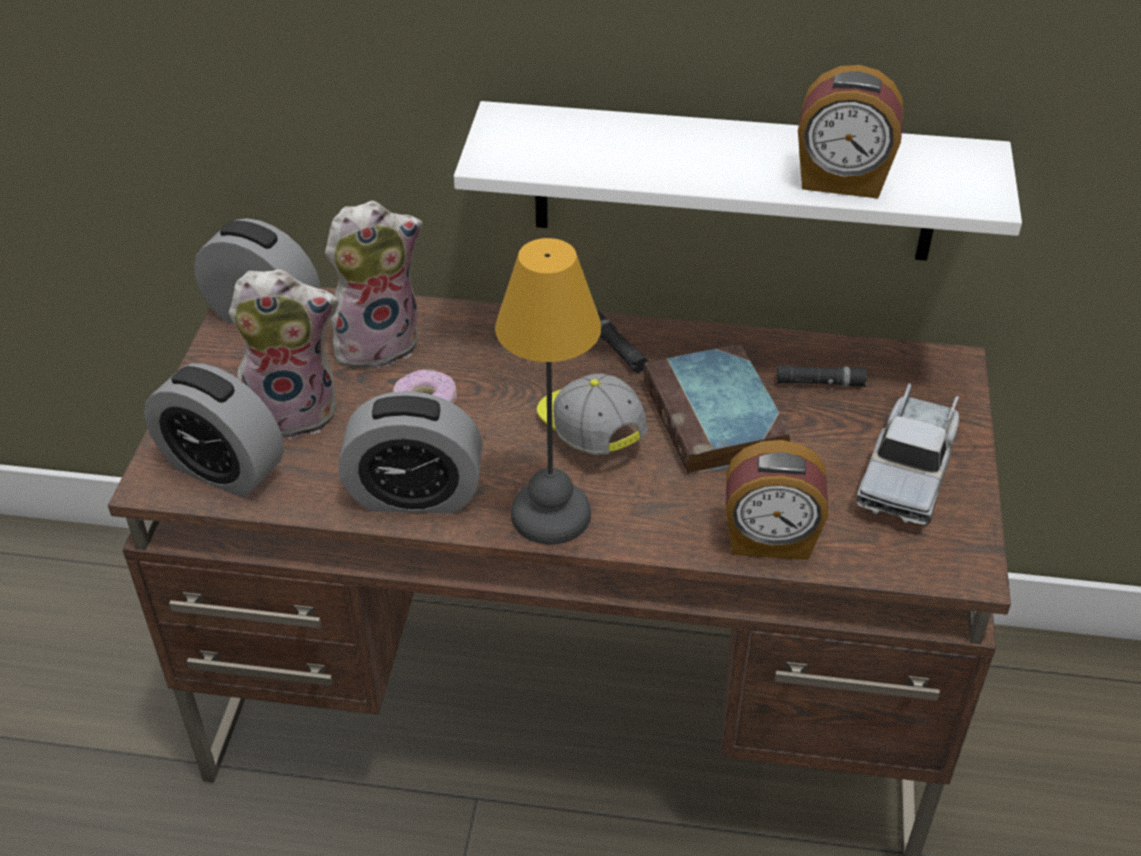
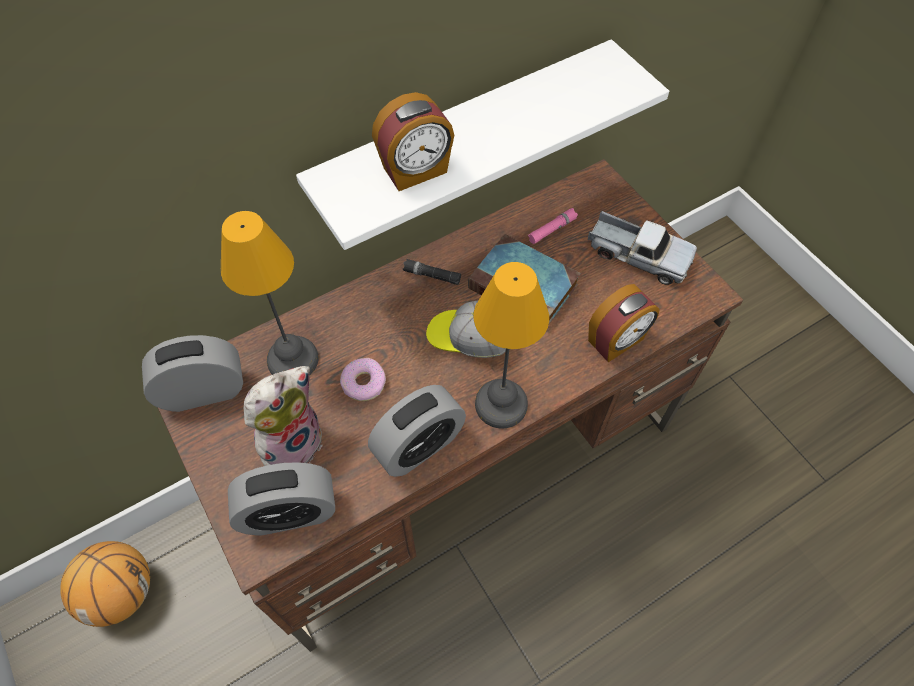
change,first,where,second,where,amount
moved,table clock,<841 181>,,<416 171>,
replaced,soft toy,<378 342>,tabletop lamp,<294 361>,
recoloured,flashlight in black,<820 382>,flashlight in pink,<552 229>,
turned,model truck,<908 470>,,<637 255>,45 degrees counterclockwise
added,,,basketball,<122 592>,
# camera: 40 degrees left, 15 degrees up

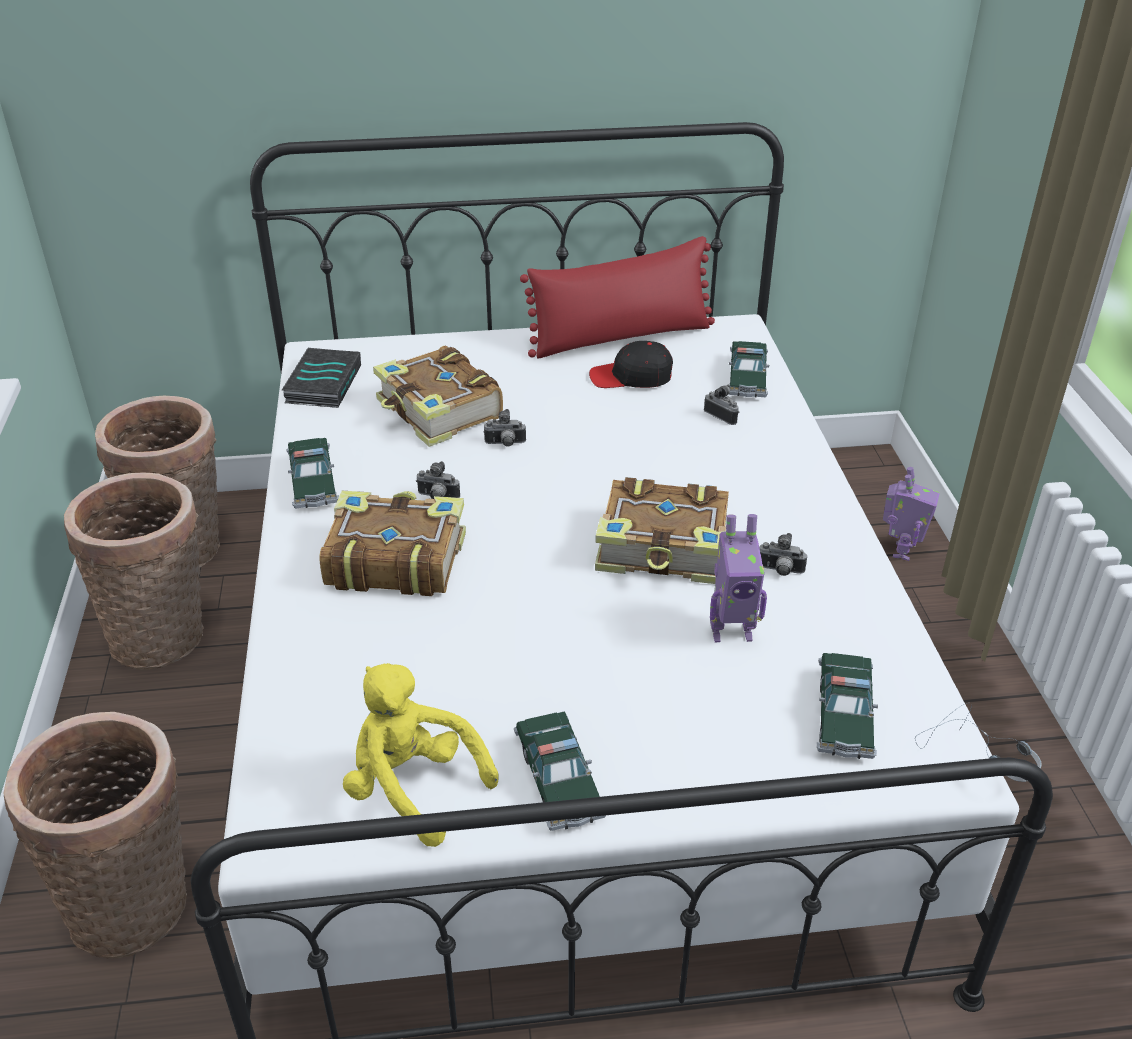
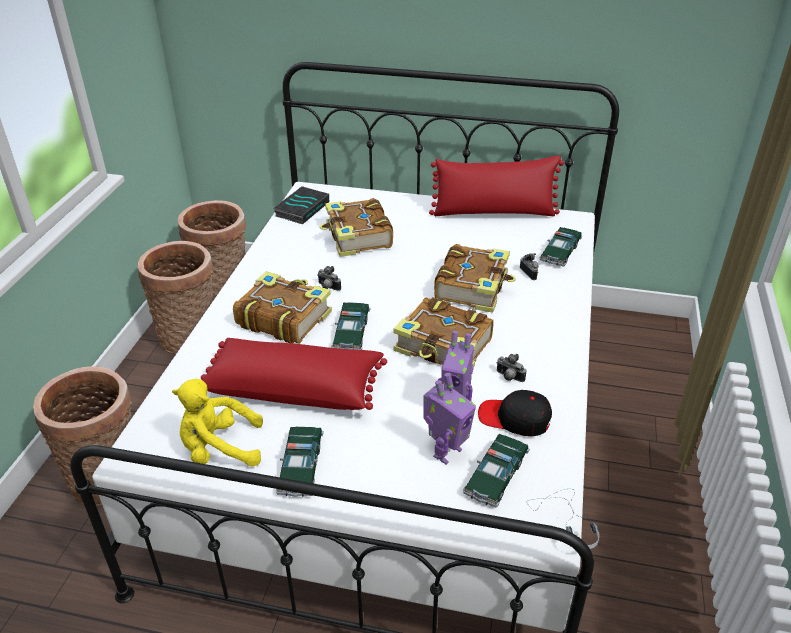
change,first,where,second,where,amount
moved,baseball cap in black,<631 377>,,<514 419>,
removed,still camera,<505 444>,,,
moved,miniature car,<313 482>,,<351 333>,
moved,robot figure,<900 551>,,<446 452>,
turned,soft toy in yellow,<413 788>,,<219 449>,60 degrees counterclockwise
added,,,book,<473 287>,
added,,,pillow in reddish,<294 388>,
# camera: 20 degrees right, 0 degrees up

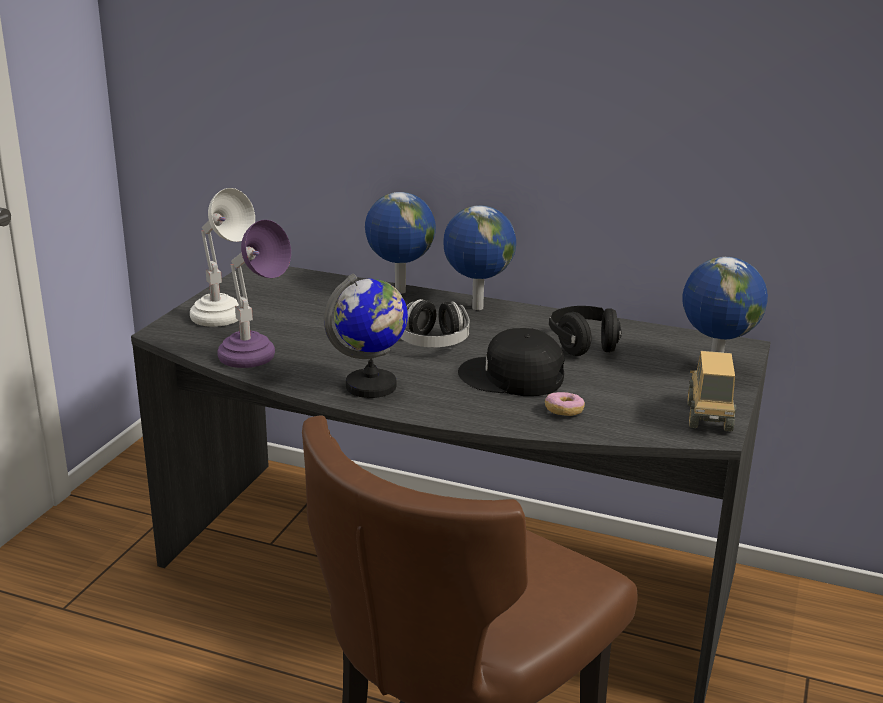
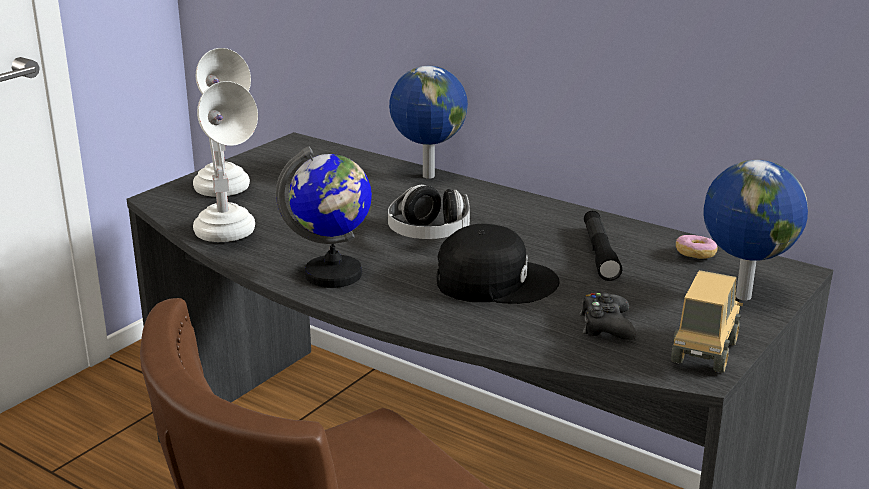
change,first,where,second,where,amount
removed,desk globe,<476 308>,,,
recoloured,tabletop lamp in purplish,<255 363>,tabletop lamp in white,<229 238>,
replaced,headphones in black,<584 345>,flashlight in black,<599 253>,
turned,baseball cap in black,<512 377>,,<495 281>,150 degrees clockwise
moved,donut,<564 412>,,<695 255>,
added,,,gamepad in black,<606 326>,
# camera: 15 degrees right, 0 degrees up

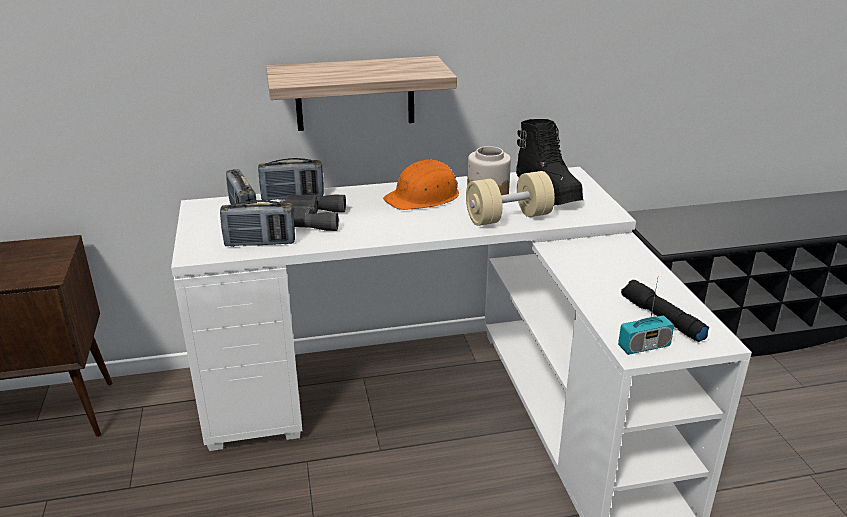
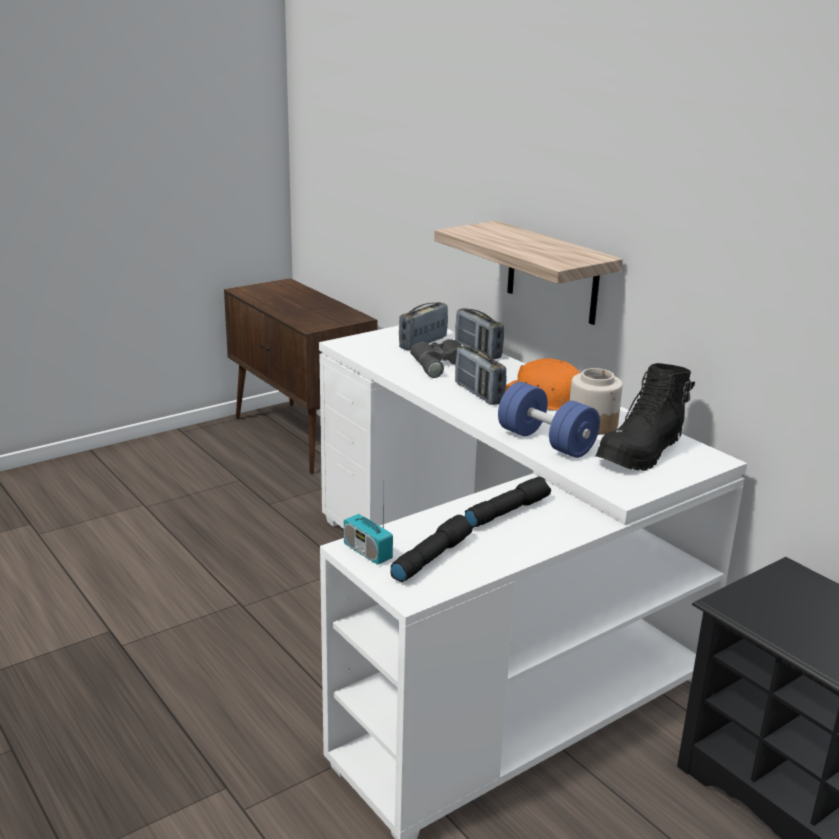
change,first,where,second,where,amount
recoloured,dumbbell in sand-coloured,<508 218>,dumbbell in bluish,<546 442>,
moved,radio set,<260 243>,,<478 393>,
added,,,flashlight in black,<506 511>,
# camera: 65 degrees right, 5 degrees down

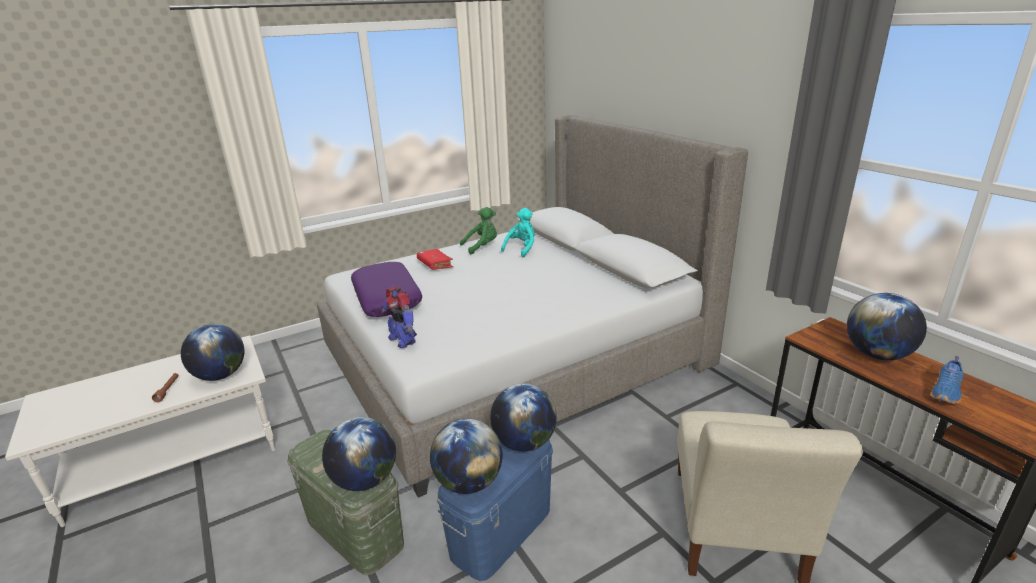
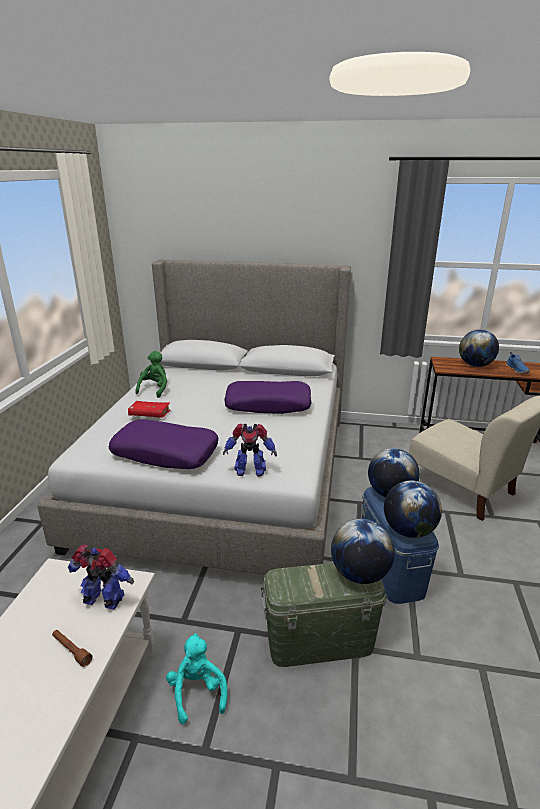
change,first,where,second,where,amount
moved,soft toy in turquoise-coloured,<521 249>,,<197 692>,
replaced,desk globe,<220 375>,robot figure,<104 601>,
added,,,pillow in purplish,<268 405>,
# camera: 50 degrees left, 0 degrees up

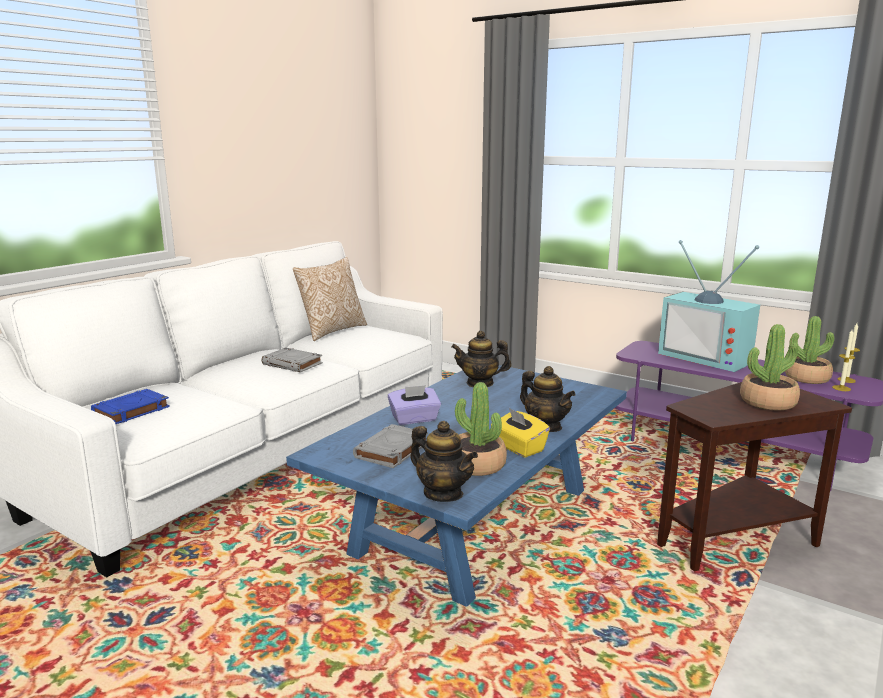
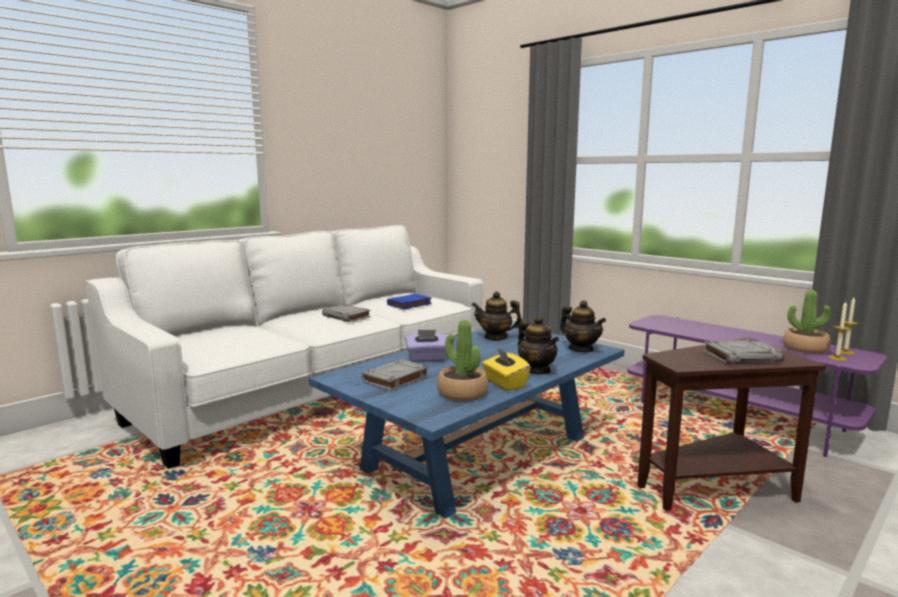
change,first,where,second,where,amount
removed,TV,<707 357>,,,
removed,pillow,<332 331>,,,
replaced,potted plant,<767 402>,book in gray,<742 357>,
moved,book in bluish,<131 411>,,<409 304>,
moved,pot for tea,<443 493>,,<581 349>,
# camera: 10 degrees right, 5 degrees down

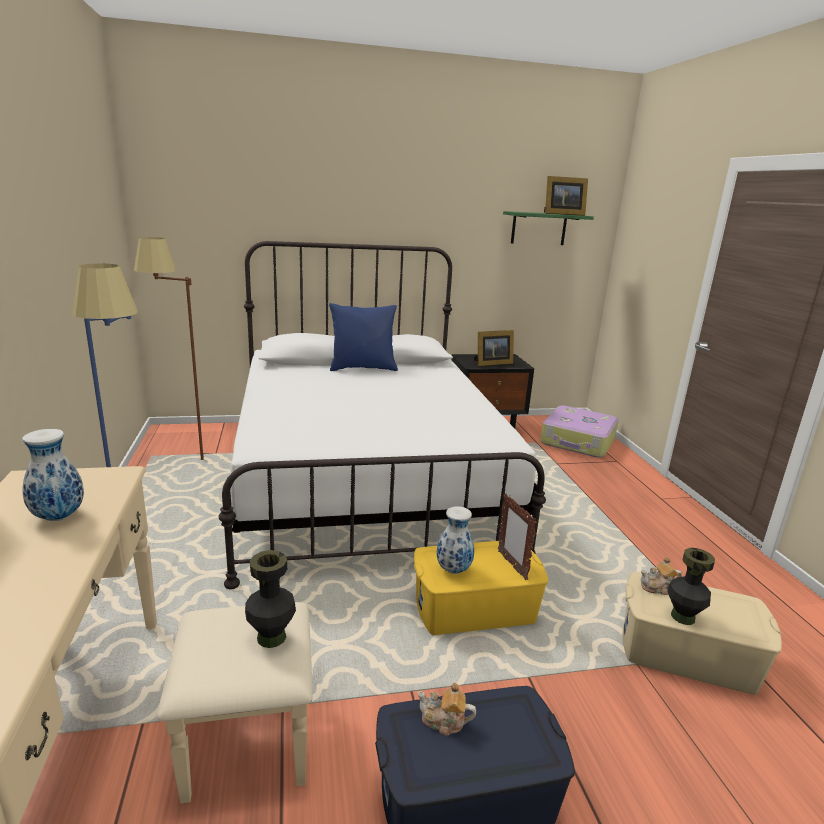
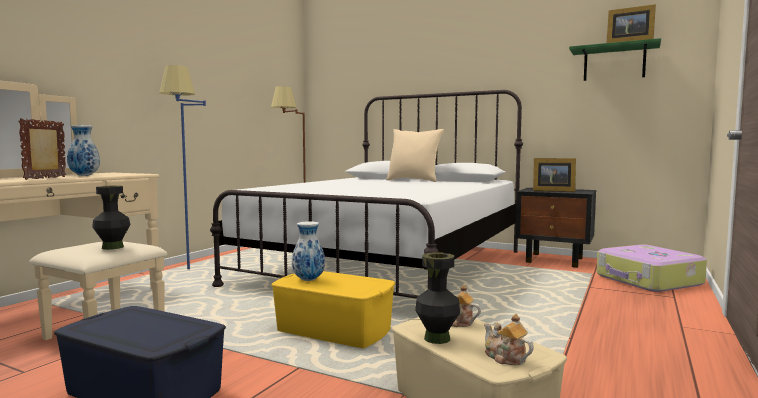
change,first,where,second,where,amount
recoloured,pillow in bluish,<363 368>,pillow in sand-coloured,<413 180>,
moved,photo frame,<512 565>,,<46 178>,
moved,pot for tea,<444 721>,,<505 358>,
# camera: 40 degrees right, 15 degrees down

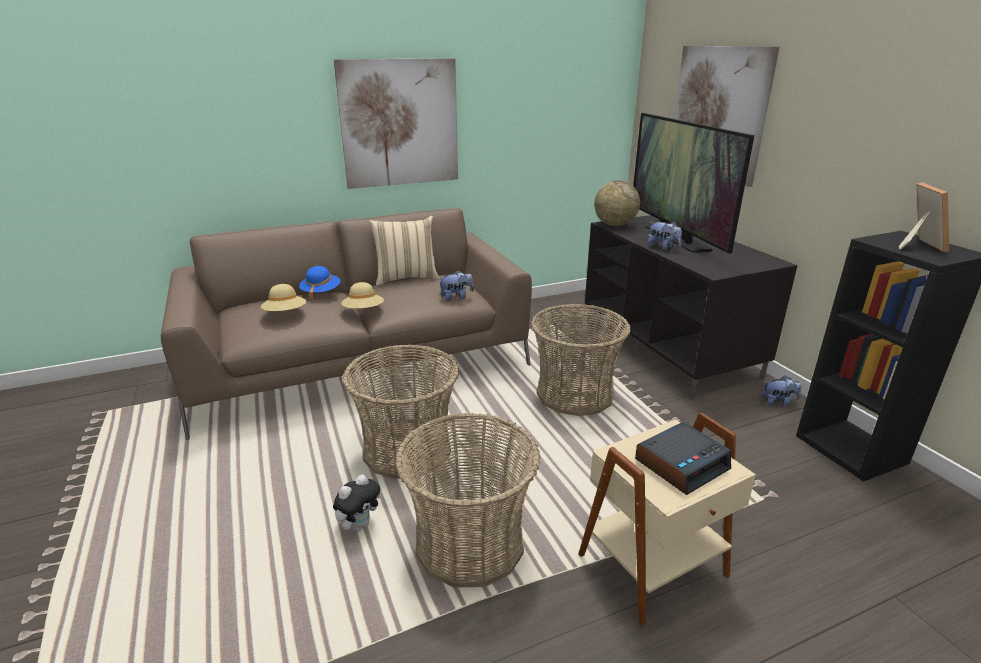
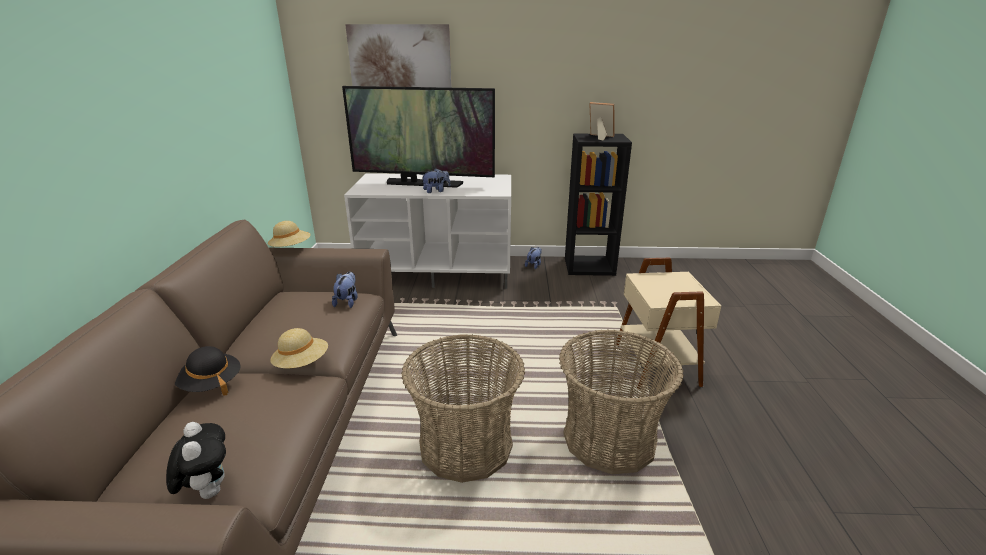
change,first,where,second,where,amount
removed,wall art,<400 123>,,,
removed,desk globe,<614 225>,,,
recoloured,tv stand in black,<669 347>,tv stand in white,<439 271>,
removed,pillow in sand-coloured,<406 278>,,,
recoloured,clothing hat in bluish,<321 292>,clothing hat in black,<210 384>,
moved,clothing hat in sand-coloured,<285 314>,,<291 248>,
removed,basket,<575 394>,,,
removed,table clock,<681 464>,,,
moved,soft toy,<359 525>,,<208 491>,
# camera: 65 degrees left, 0 degrees up

